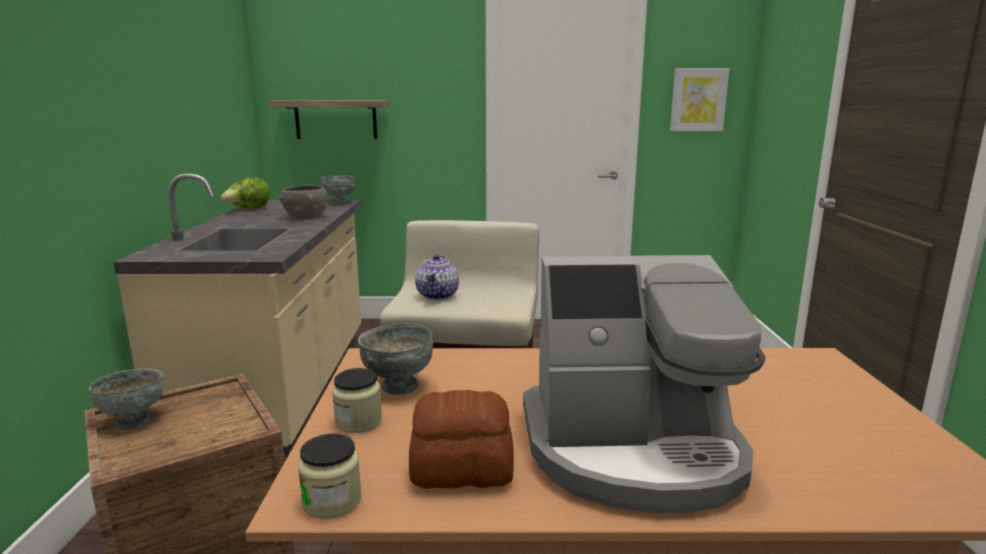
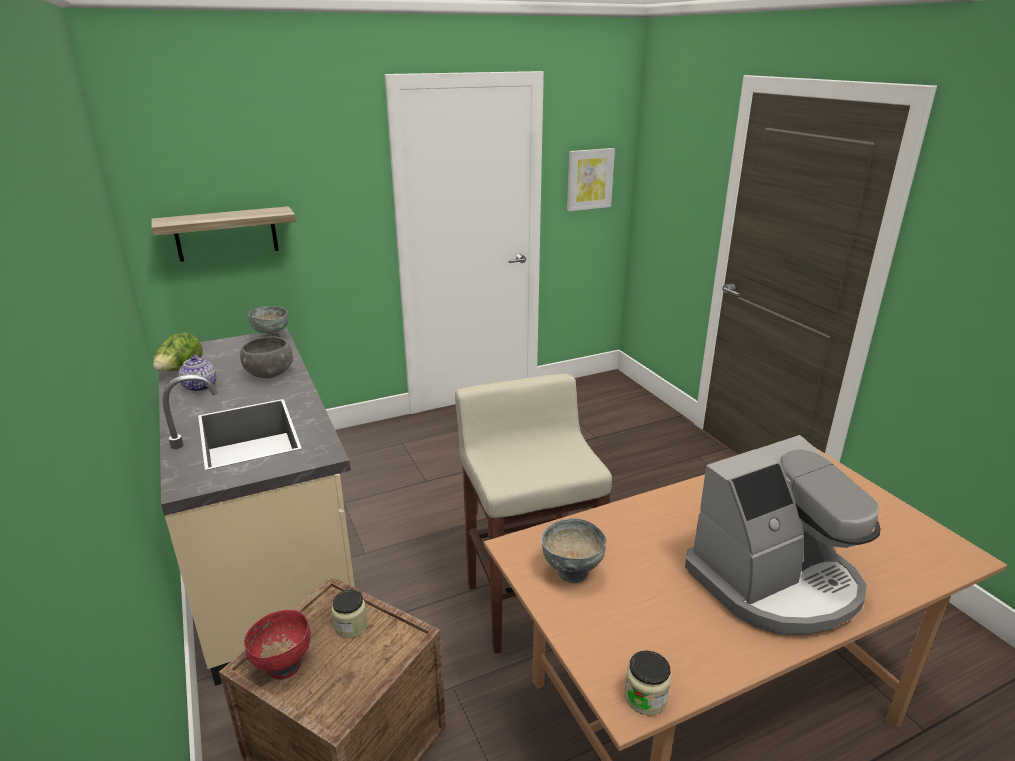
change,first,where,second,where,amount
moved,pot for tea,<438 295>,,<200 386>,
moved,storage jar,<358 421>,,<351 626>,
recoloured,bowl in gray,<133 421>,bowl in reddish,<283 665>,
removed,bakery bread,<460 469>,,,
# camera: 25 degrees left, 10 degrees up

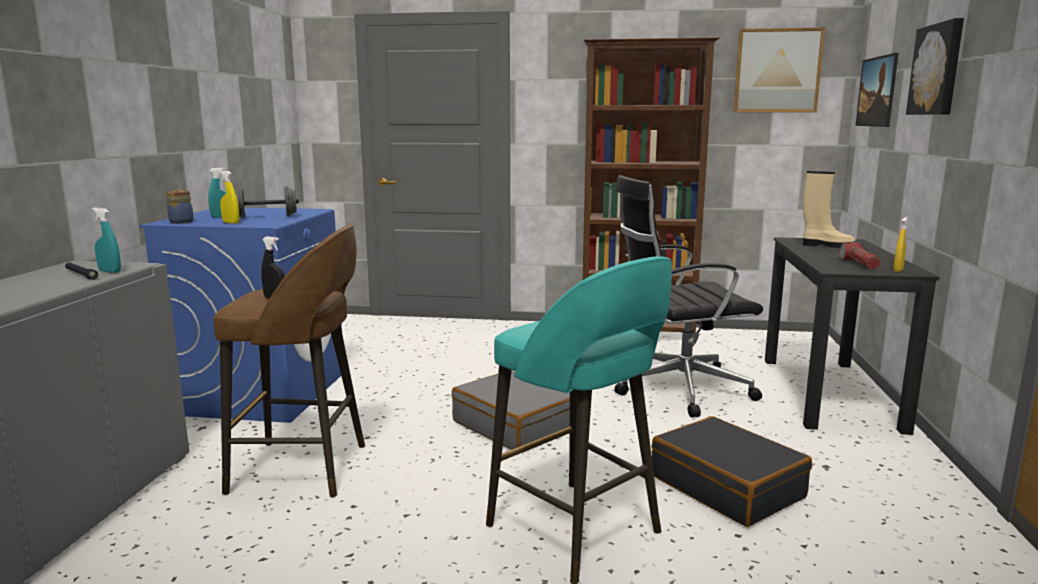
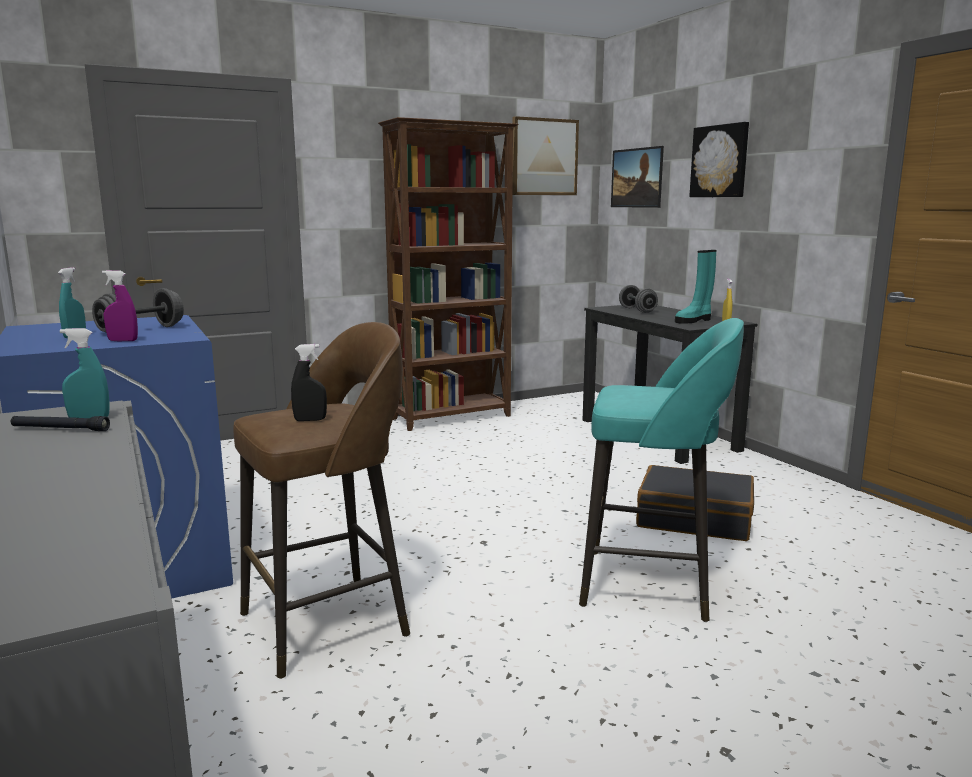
change,first,where,second,where,amount
recoloured,sprayer in yellow,<231 223>,sprayer in purplish,<123 340>,
replaced,high-top boot in sand-coloured,<826 245>,dumbbell in gray,<637 310>,
removed,computer chair in black,<678 389>,,,
removed,storage jar,<180 222>,,,
replaced,flashlight,<859 264>,high-top boot in turquoise-coloured,<694 321>,
removed,travel case in gray,<514 425>,,,
# camera: 35 degrees left, 0 degrees up

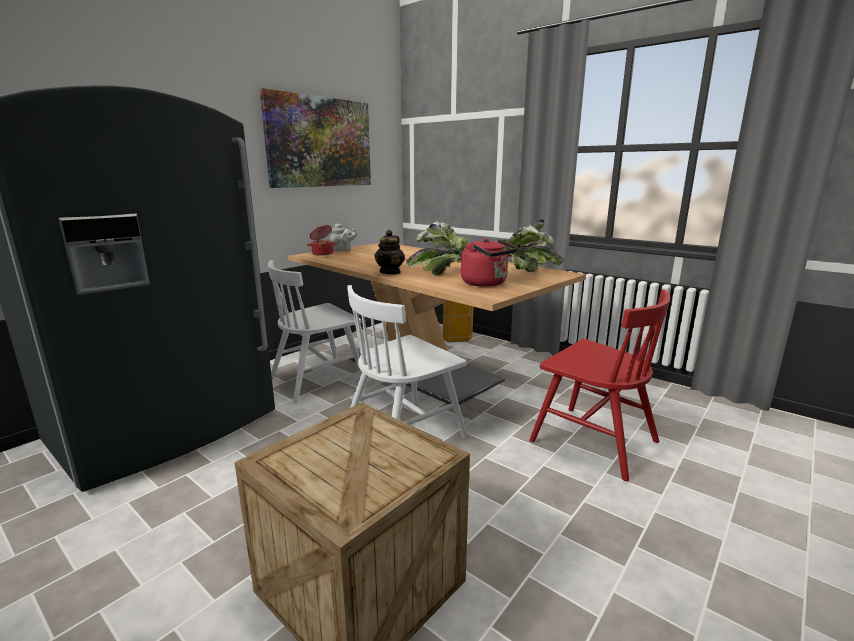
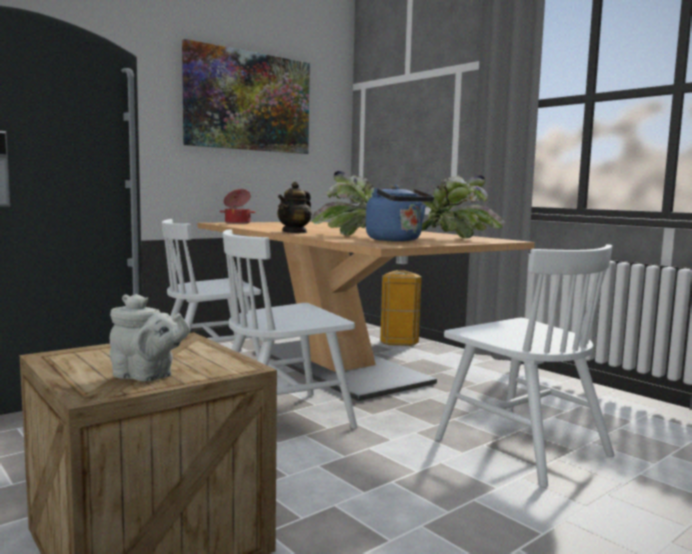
change,first,where,second,where,amount
moved,pot for tea in gray,<343 250>,,<147 376>,
recoloured,water kettle in reddish,<486 283>,water kettle in bluish,<396 240>,
recoloured,chair in reddish,<593 441>,chair in white,<521 447>,
# camera: 10 degrees right, 10 degrees down

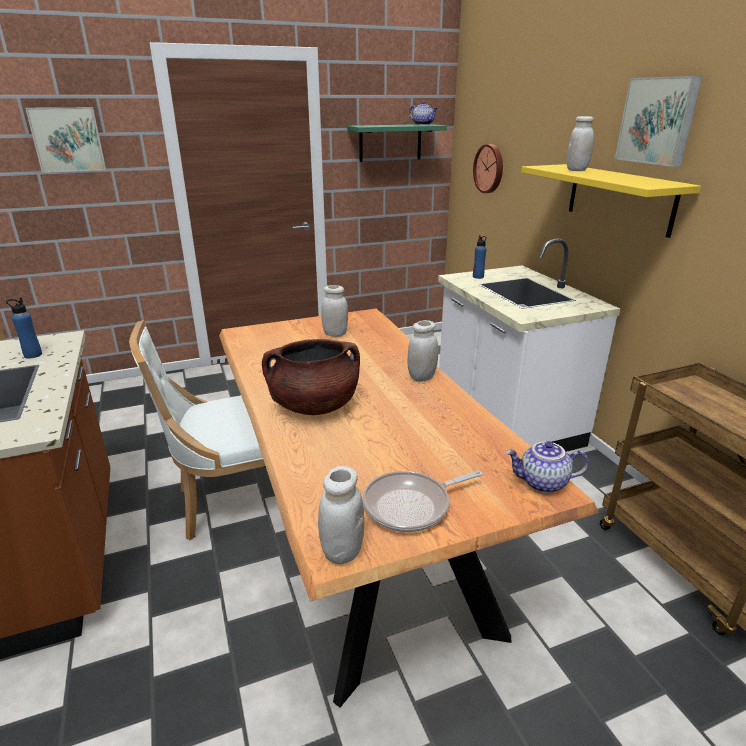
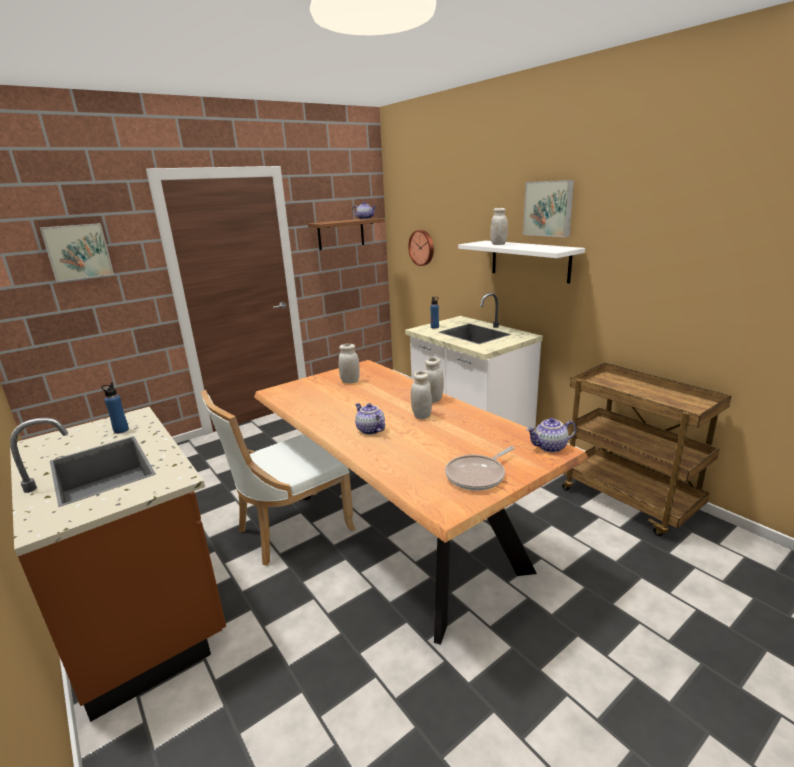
change,first,where,second,where,amount
recoloured,wall shelf in green-coloured,<390 142>,wall shelf in brown-coloured,<341 234>,
recoloured,wall shelf in yellow,<619 198>,wall shelf in white,<529 260>,
replaced,stockpot in brown-coloured,<314 406>,pot for tea,<369 430>,
moved,storage jar in white,<342 551>,,<421 415>,
# camera: 15 degrees left, 5 degrees down

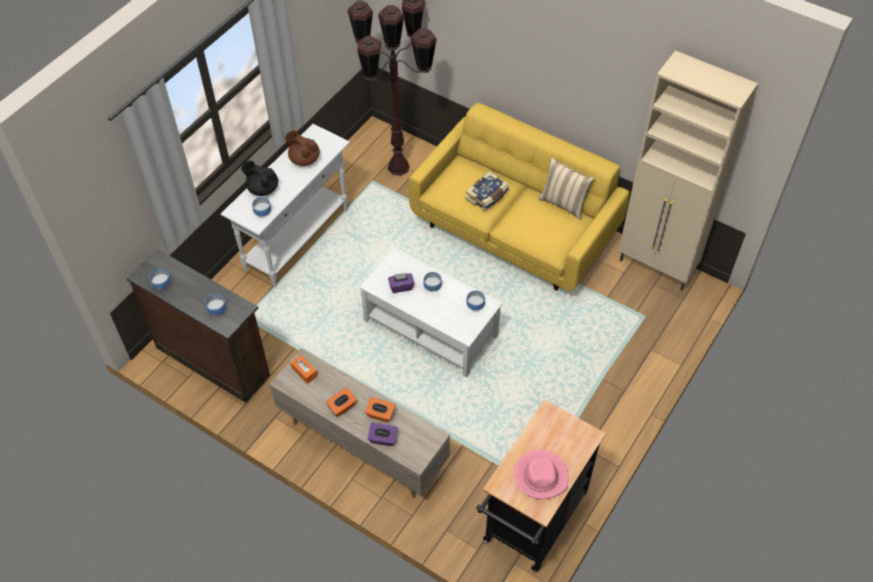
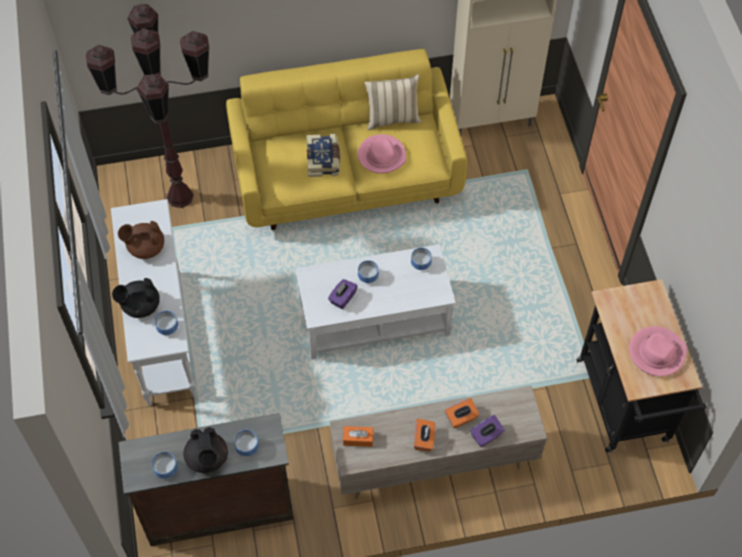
change,first,where,second,where,amount
added,,,clothing hat in pink,<381 155>,
added,,,pot for tea in black,<207 459>,
# camera: 45 degrees left, 5 degrees up

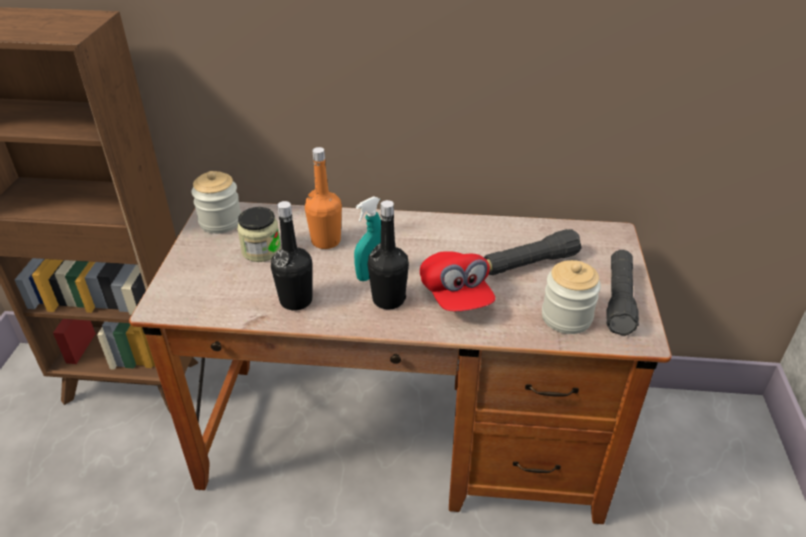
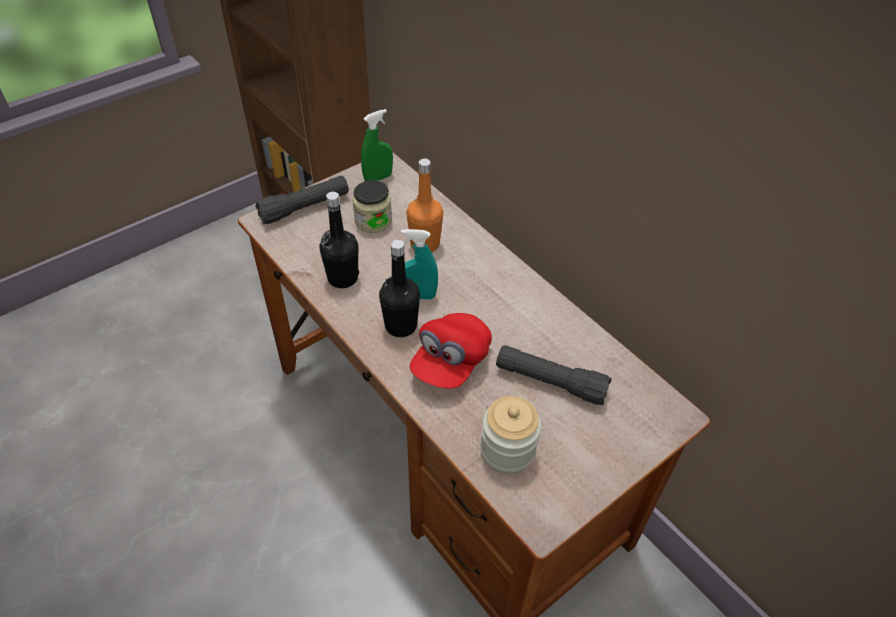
change,first,where,second,where,amount
replaced,storage jar,<220 222>,sprayer in green-coloured,<378 178>,
moved,flashlight in black,<619 300>,,<305 208>,
# camera: 45 degrees right, 10 degrees up

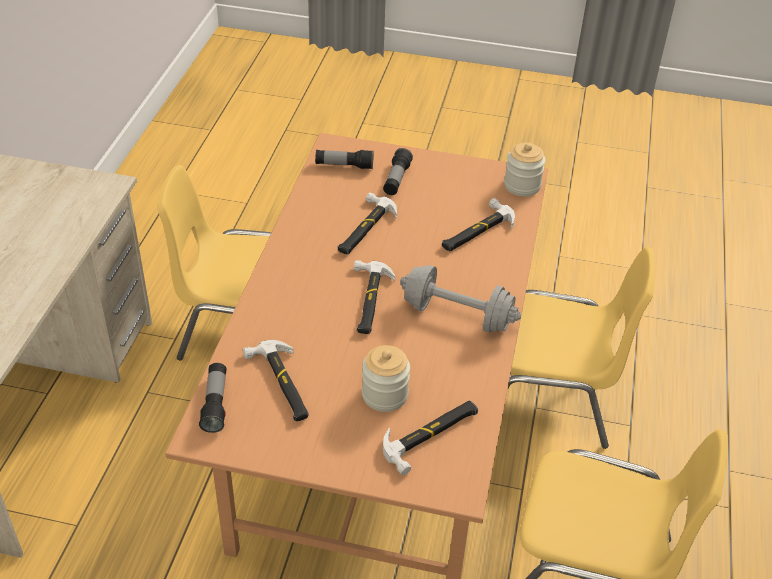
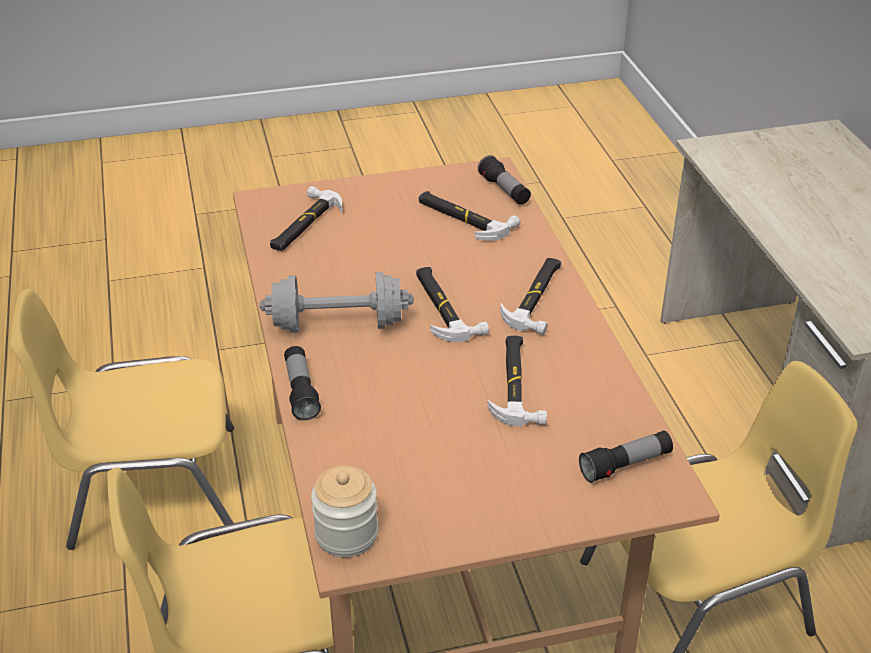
change,first,where,second,where,amount
moved,flashlight,<396 180>,,<301 391>,
moved,hand hammer,<476 231>,,<537 298>,
removed,storage jar,<384 395>,,,
# camera: 155 degrees right, 5 degrees down

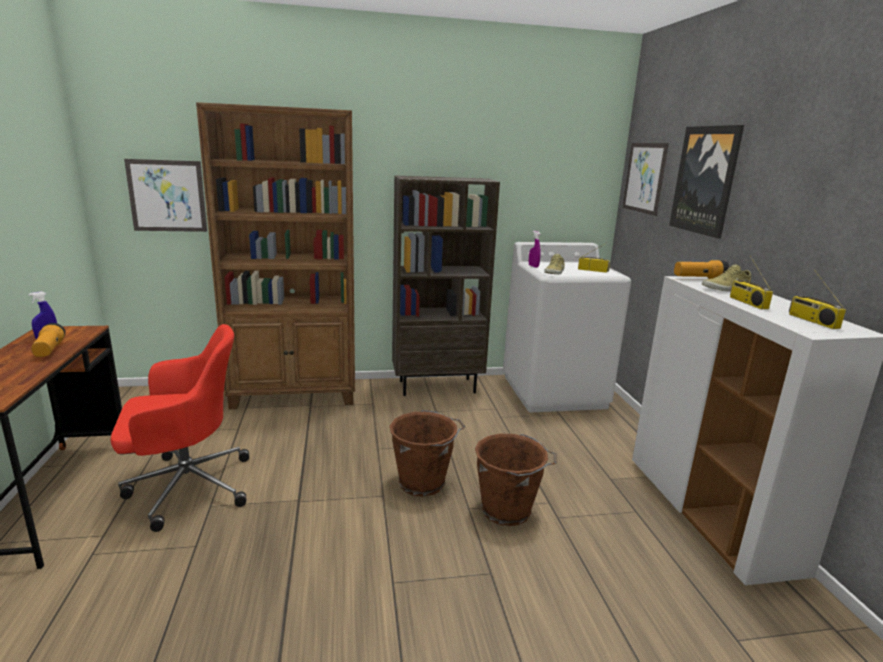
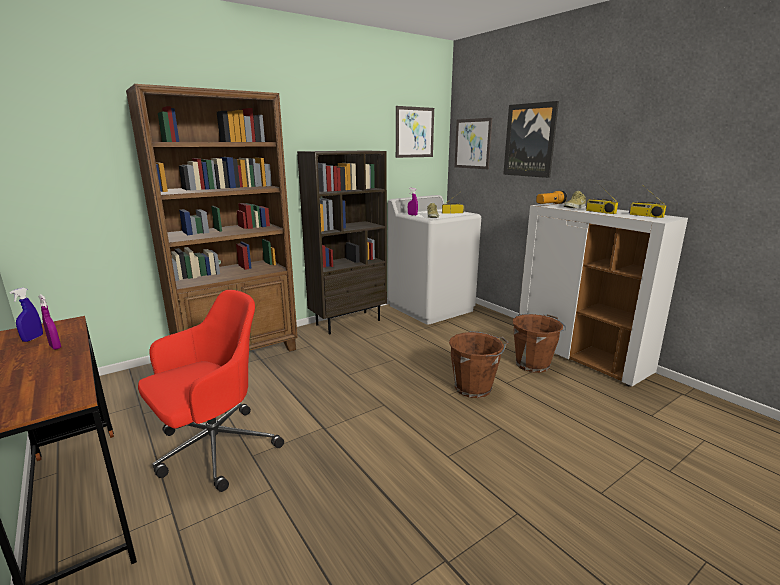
change,first,where,second,where,amount
moved,wall art,<167 196>,,<414 132>,
replaced,flashlight,<49 350>,sprayer in purplish,<55 347>,
moved,pail in brown-coloured,<424 482>,,<533 364>,
# camera: 25 degrees left, 0 degrees up

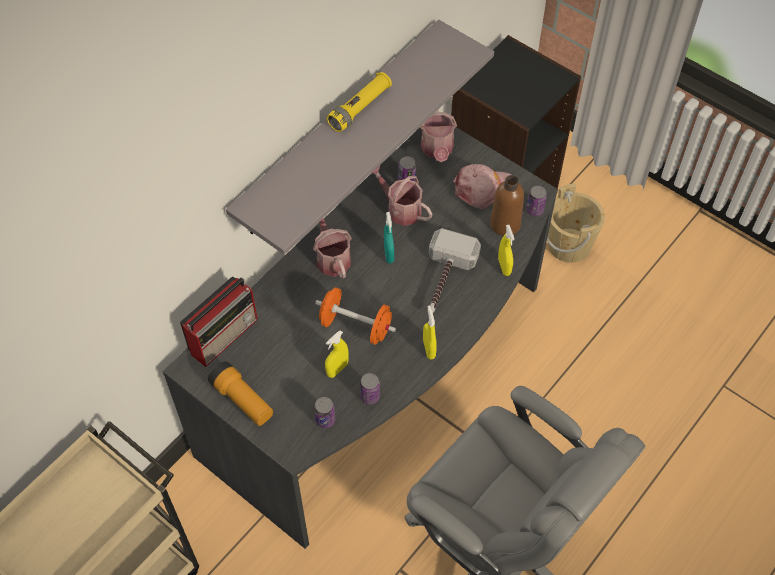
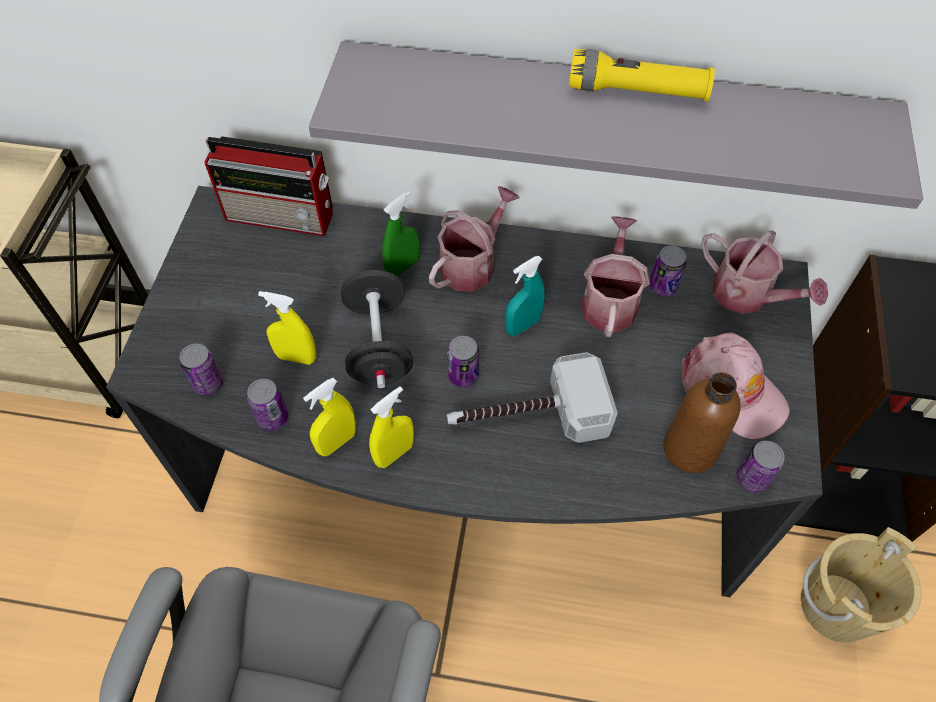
change,first,where,second,where,amount
turned,watering can,<437 150>,,<748 296>,105 degrees counterclockwise
moved,sprayer in yellow,<504 267>,,<337 442>,
recoloured,dumbbell in orange,<355 326>,dumbbell in black,<378 344>,
removed,flashlight,<242 400>,,,
added,,,sprayer in green-coloured,<402 267>,
added,,,metal can,<463 375>,
# camera: 60 degrees right, 0 degrees up

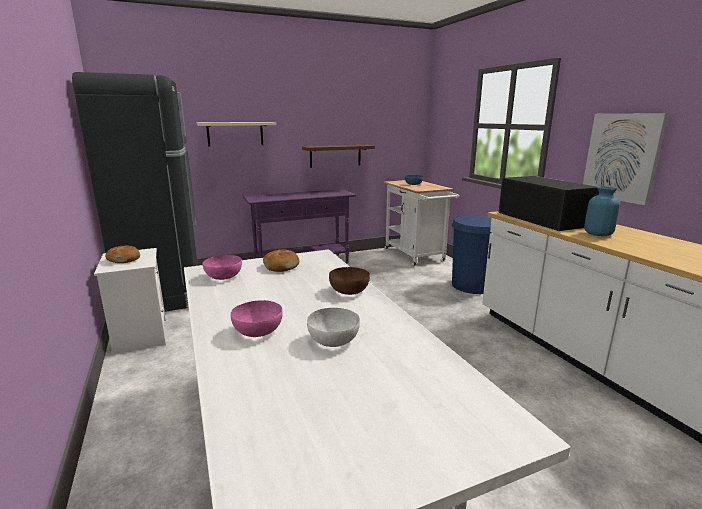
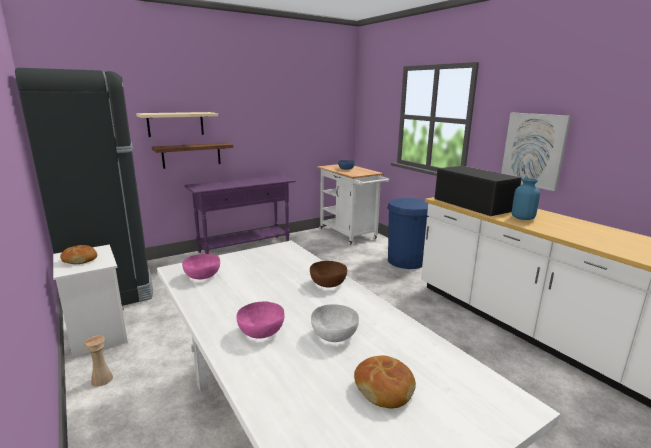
change,first,where,second,where,amount
moved,wall shelf,<335 156>,,<191 155>,
moved,bakery bread,<281 266>,,<384 388>,
added,,,decorative vase in sand-coloured,<102 379>,
# camera: 10 degrees left, 0 degrees up

